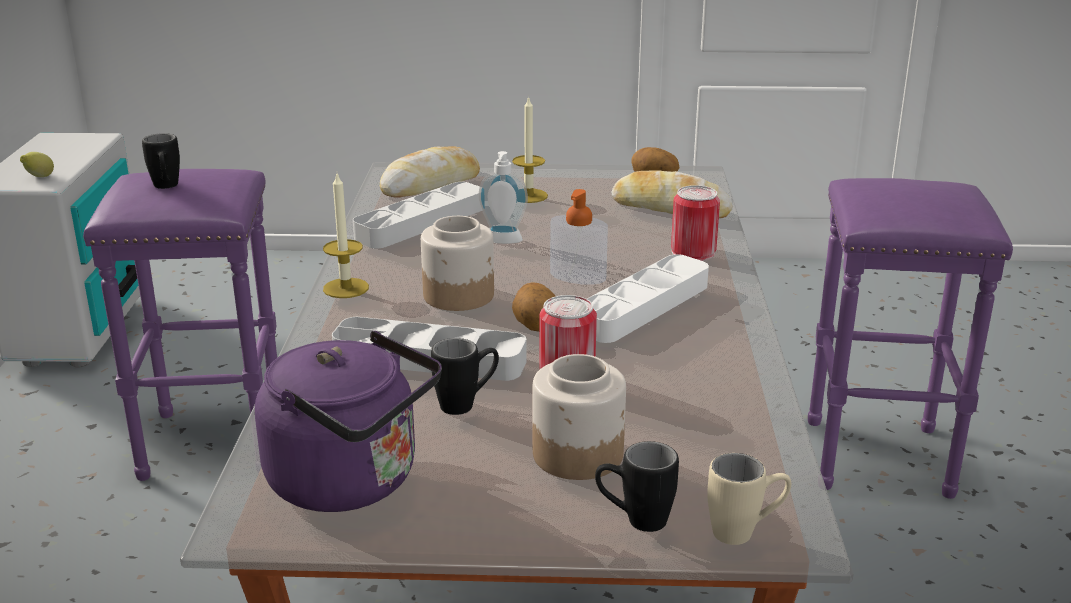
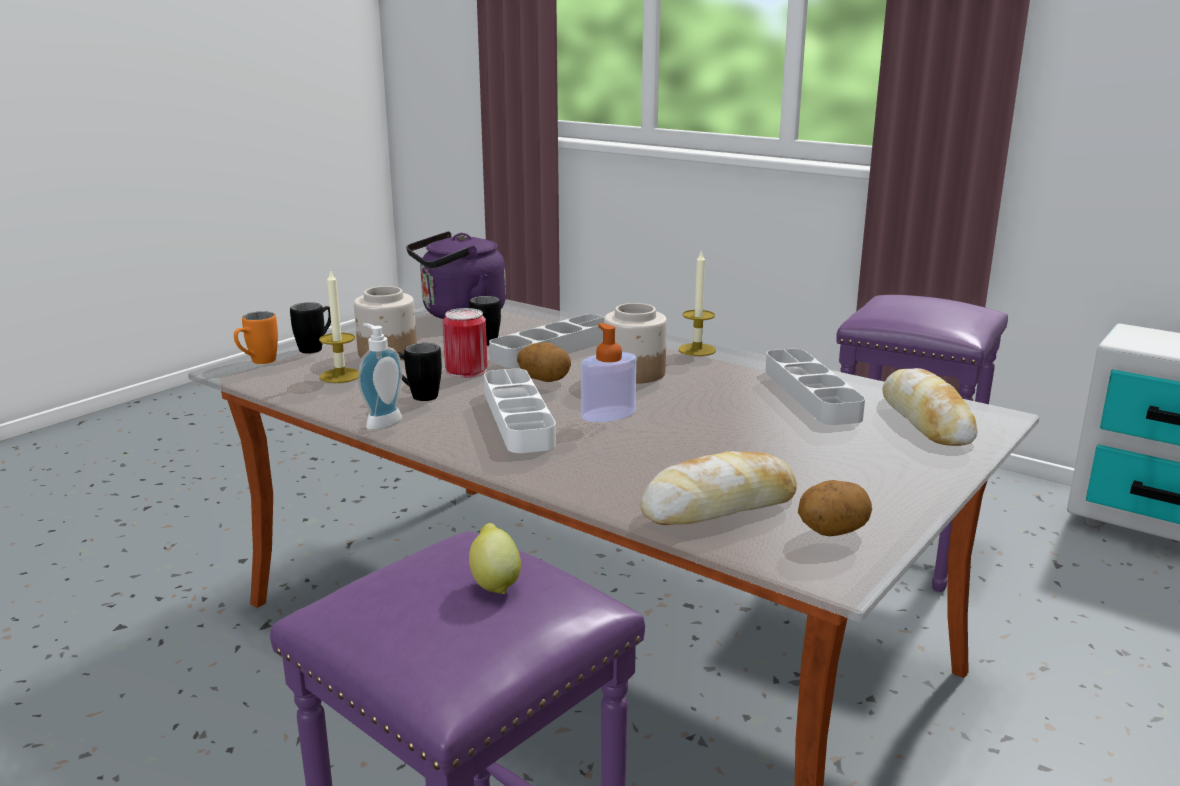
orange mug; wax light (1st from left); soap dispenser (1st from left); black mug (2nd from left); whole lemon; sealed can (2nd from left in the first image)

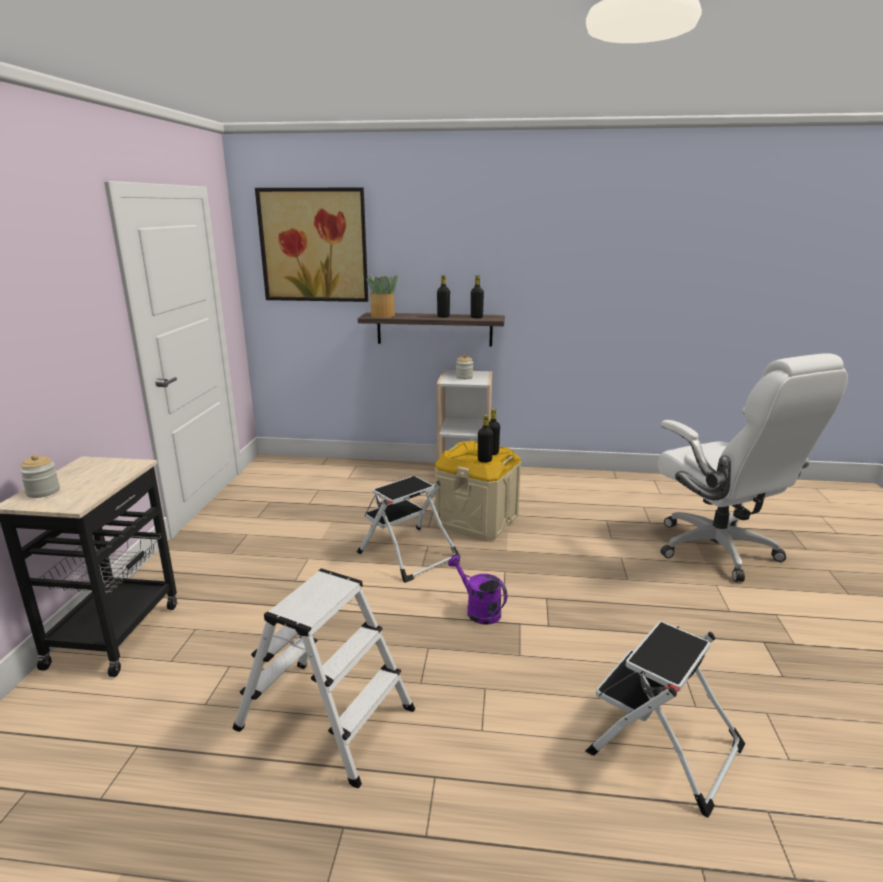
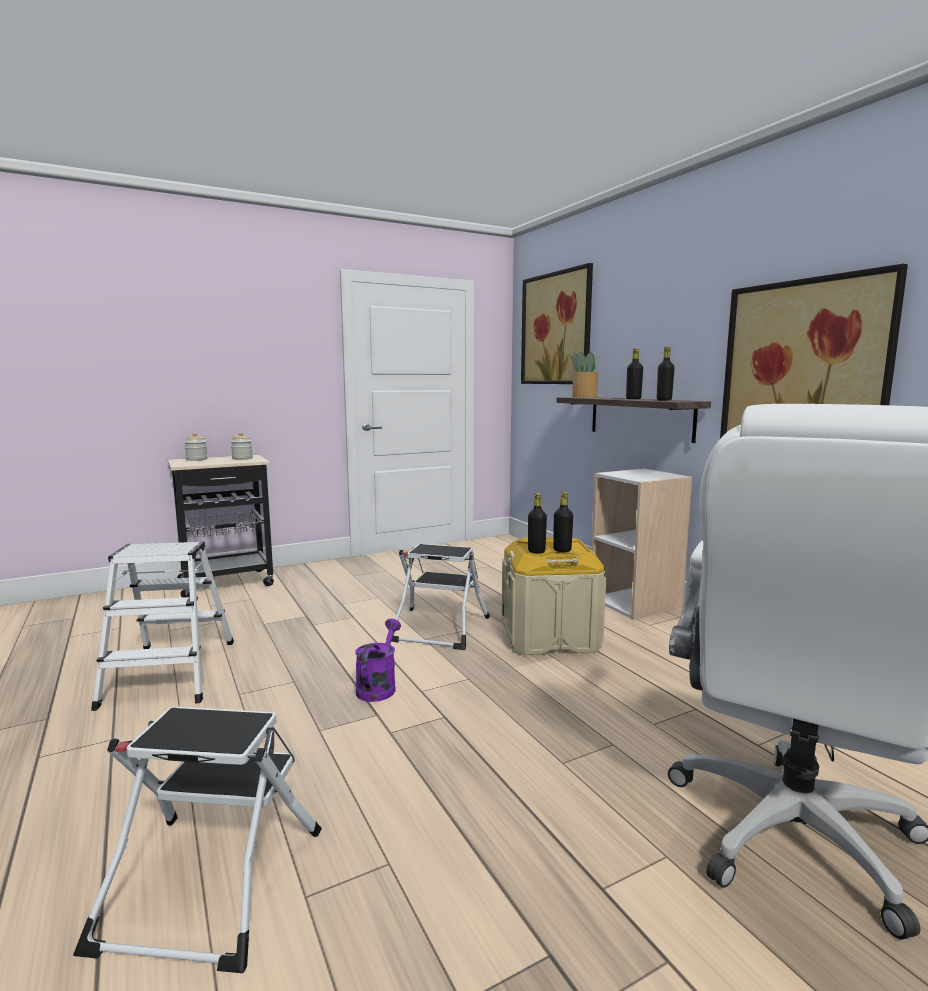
jar (2nd from left); wall picture (2nd from left)

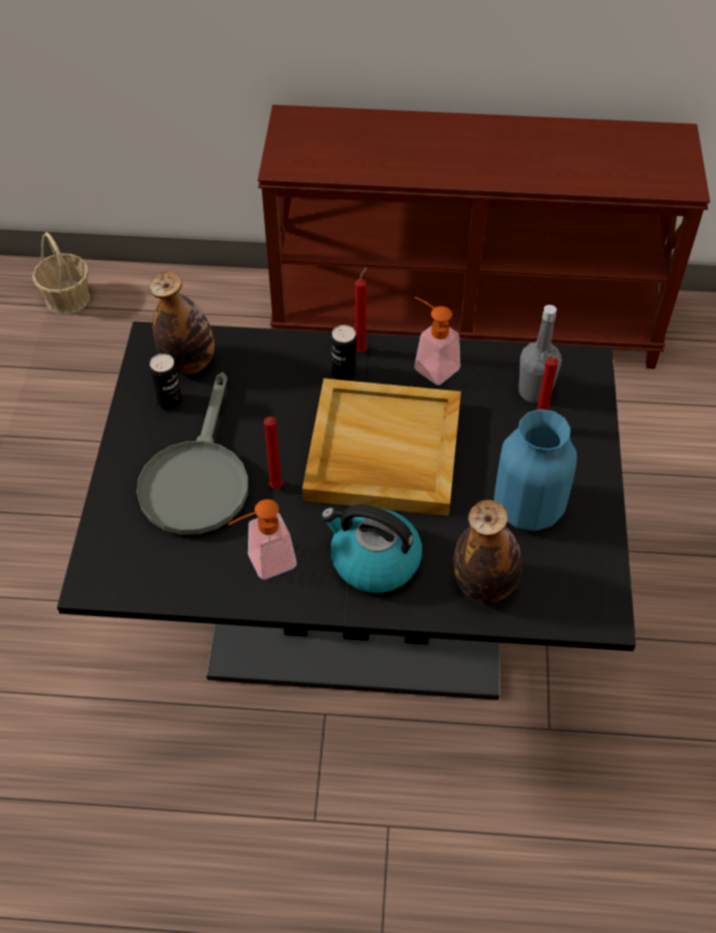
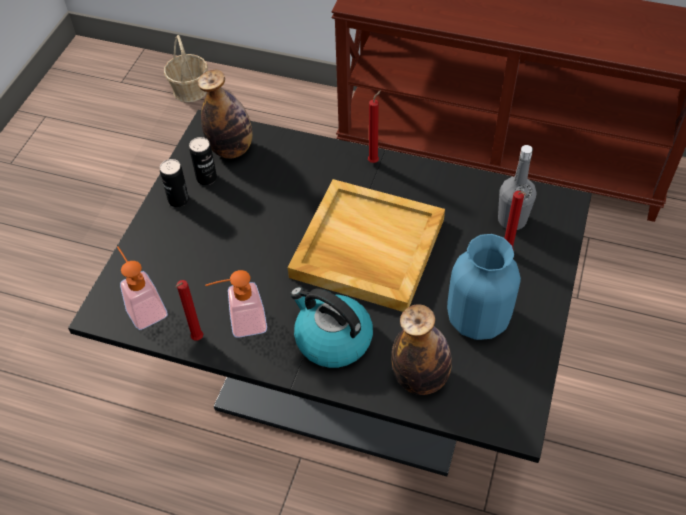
soap dispenser (1st from left); sealed can (1st from left); red wax light (1st from left); greyish pan

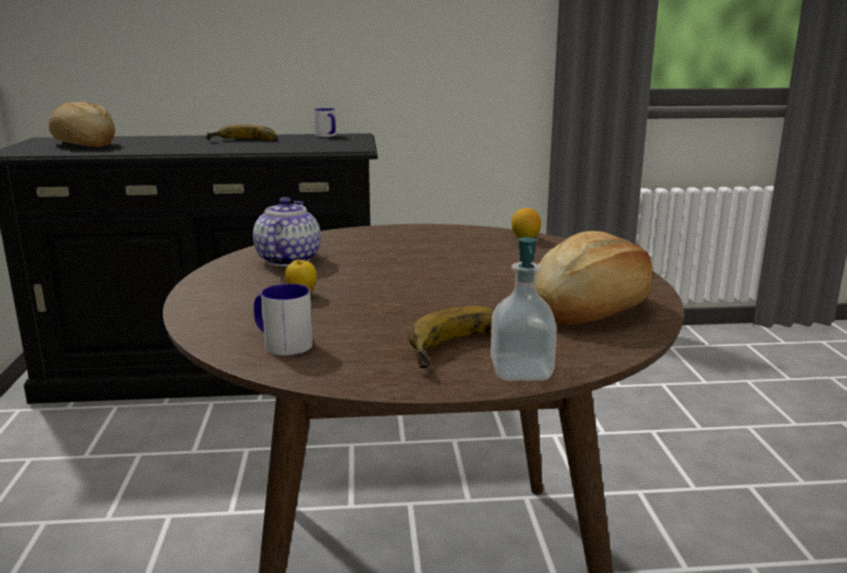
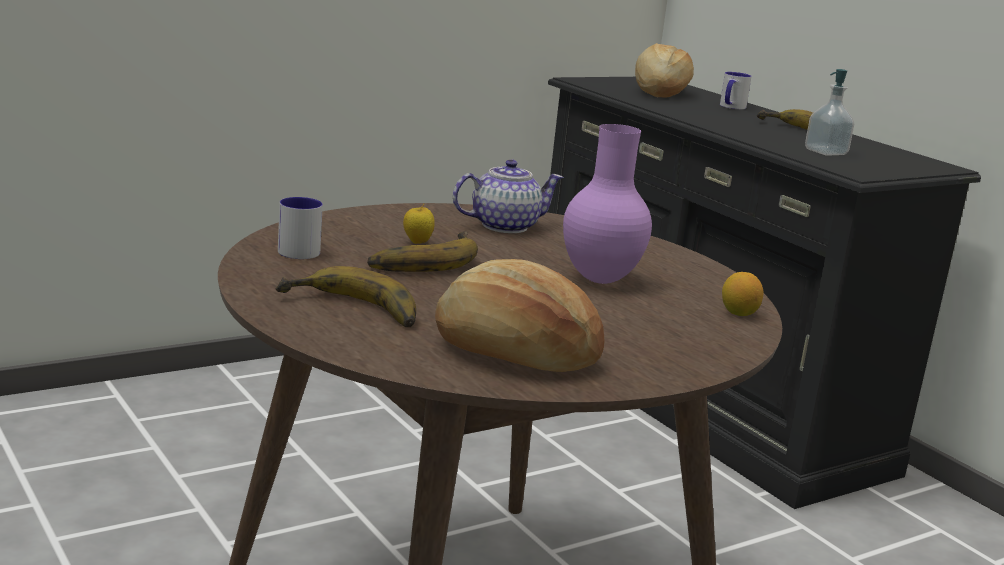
banana (2nd from left); purplish vase; mug (2nd from left); soap dispenser

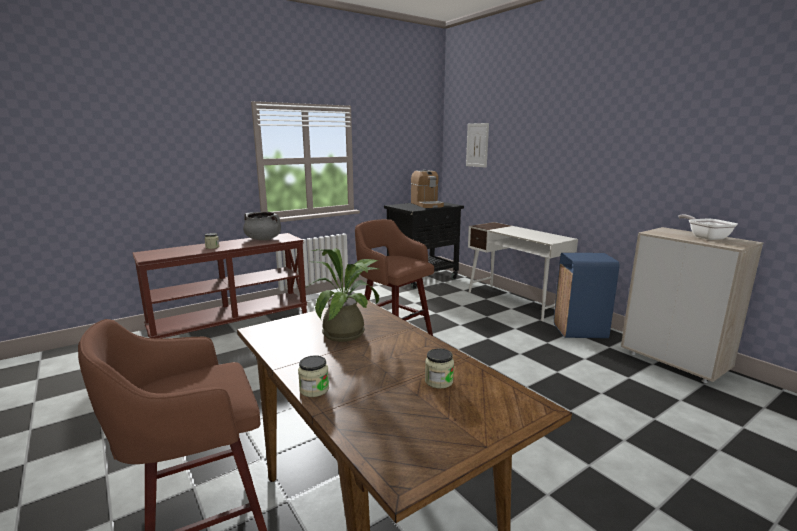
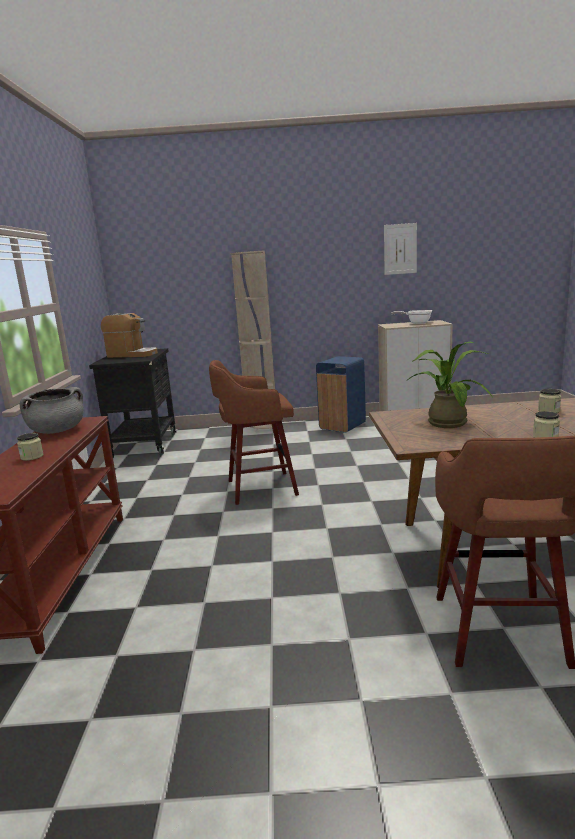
sand-coloured shelving unit; wall picture

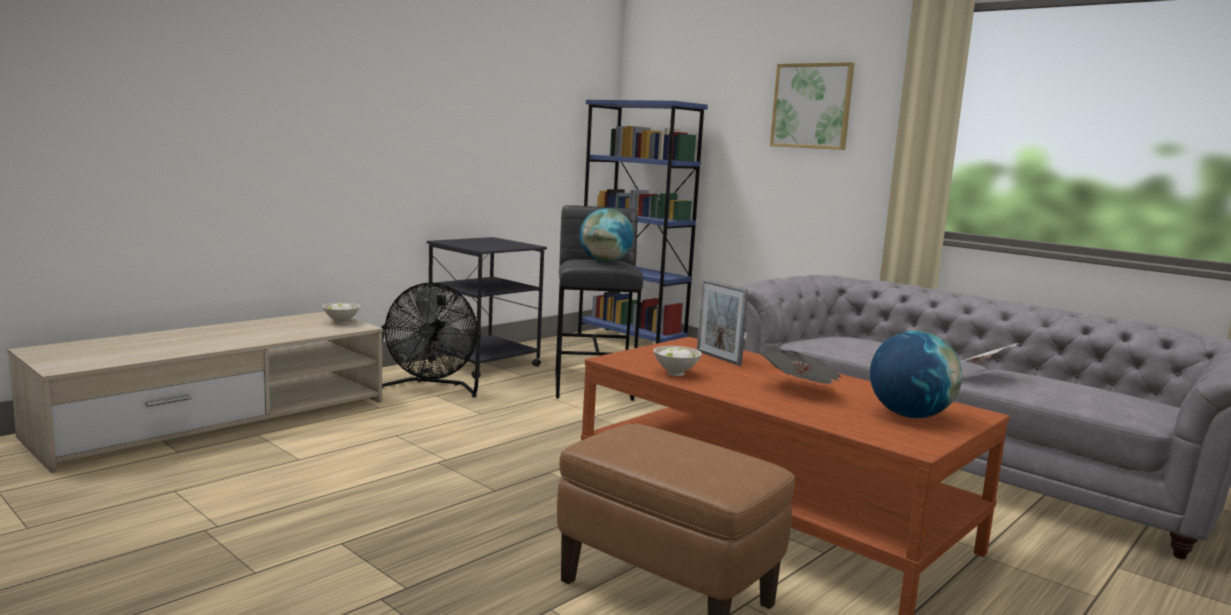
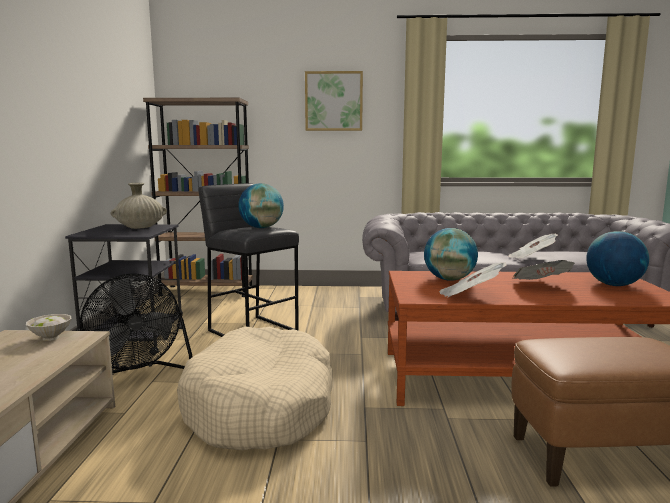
sand-coloured vase; brown-coloured shelving unit; sand-coloured pet bed; globe (2nd from left); daily paper (1st from left)

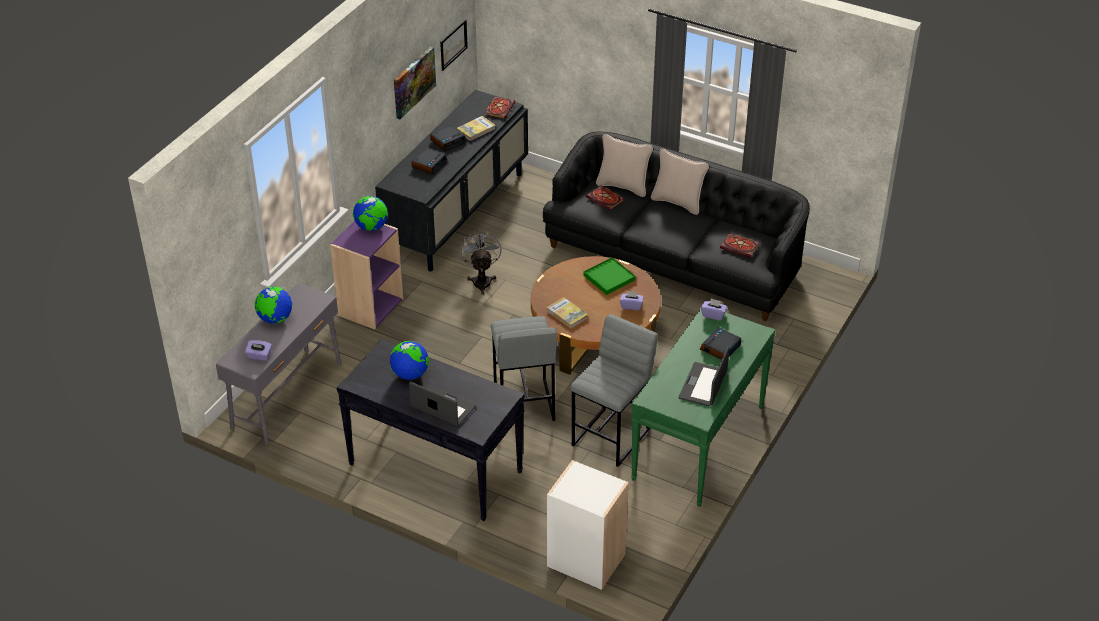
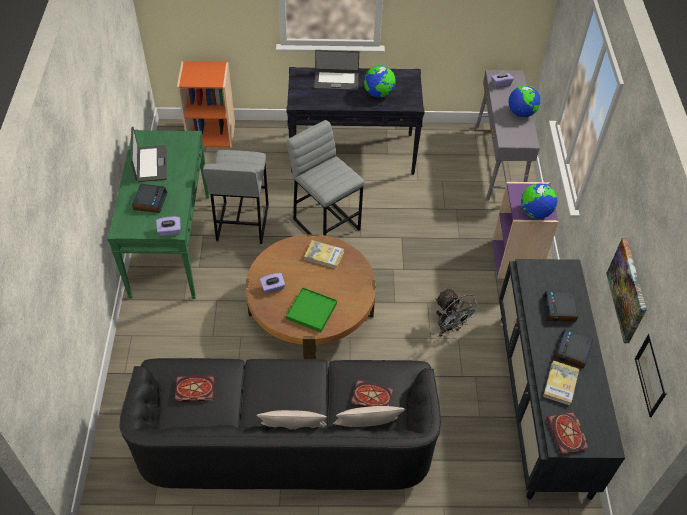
orange shelving unit

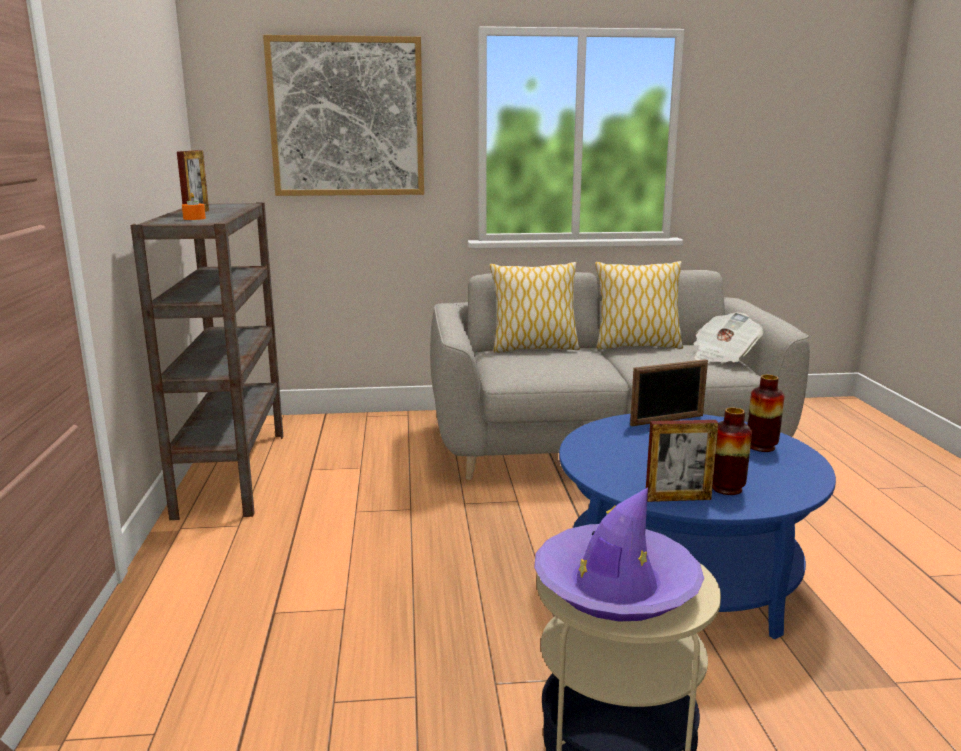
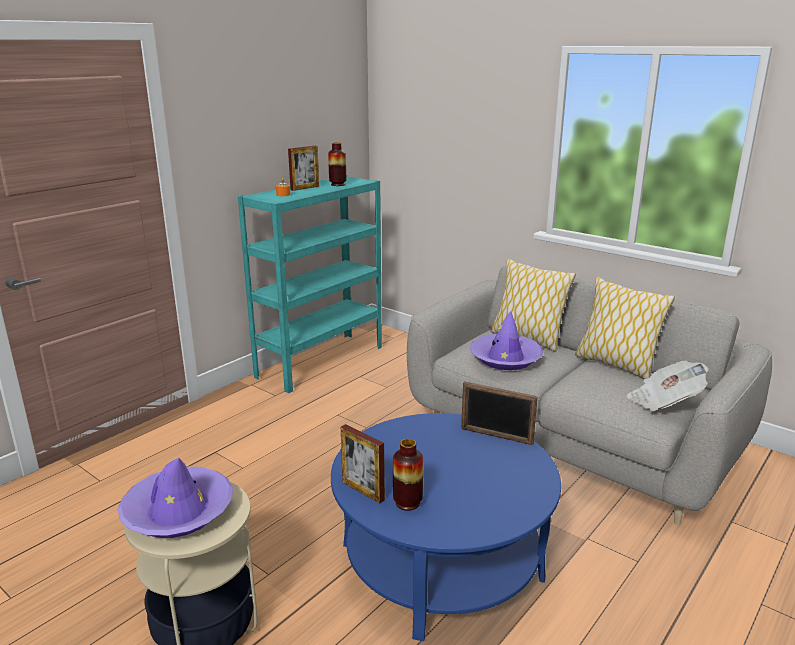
turquoise shelving unit; vase (1st from left); purplish wearable hat (2nd from left); wall picture

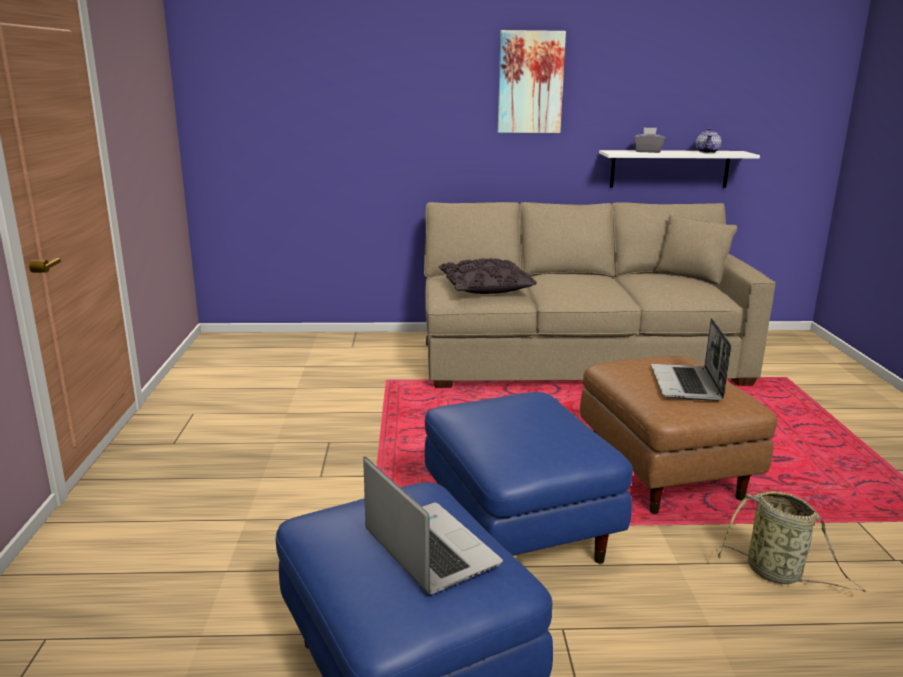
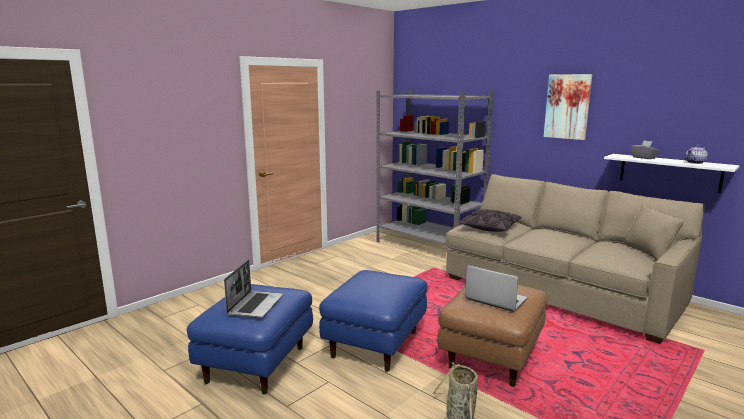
greyish shelving unit; portable computer (2nd from left)

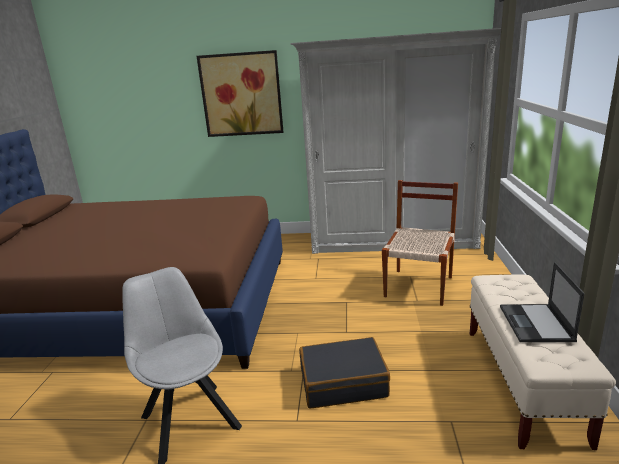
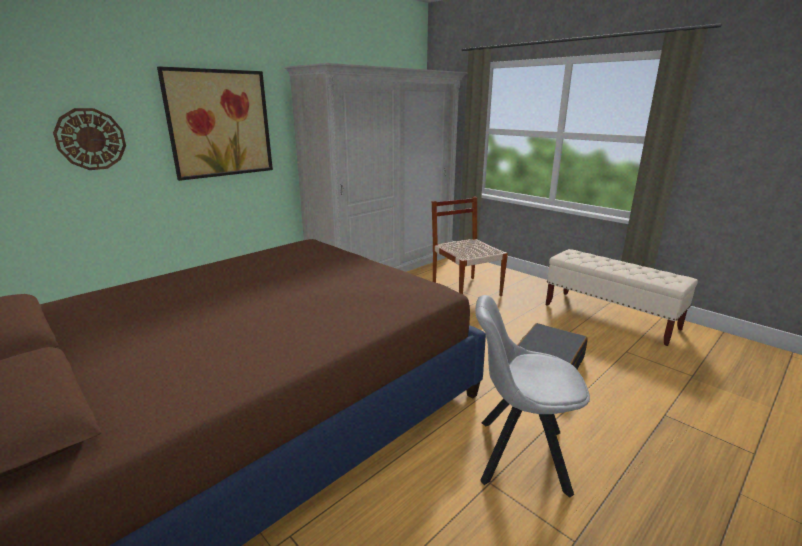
clock on the wall; portable computer

